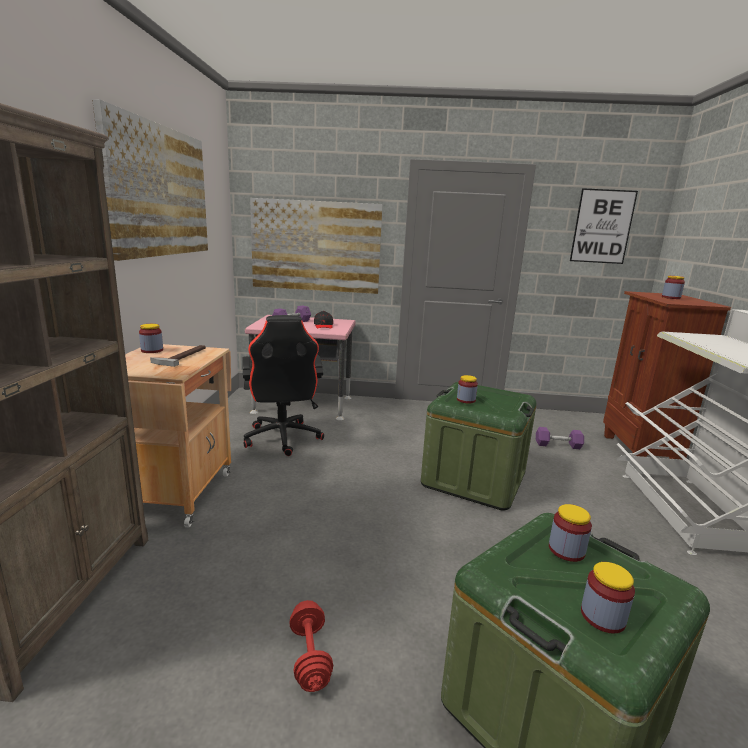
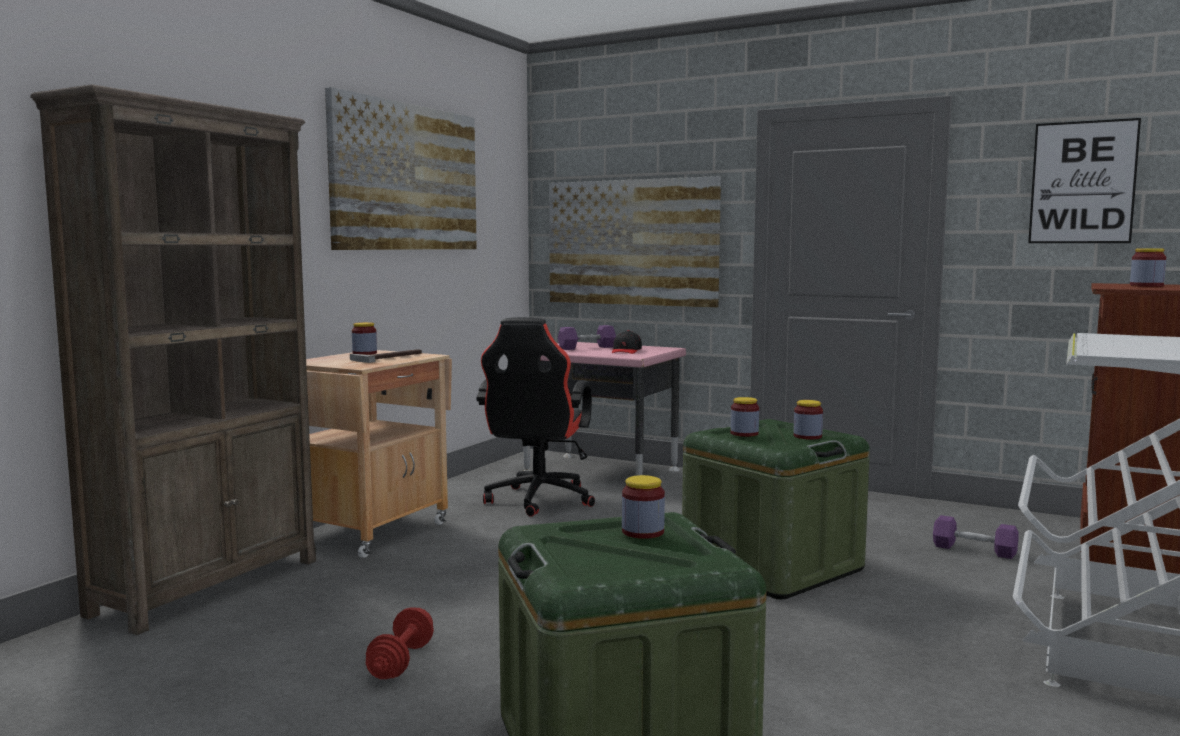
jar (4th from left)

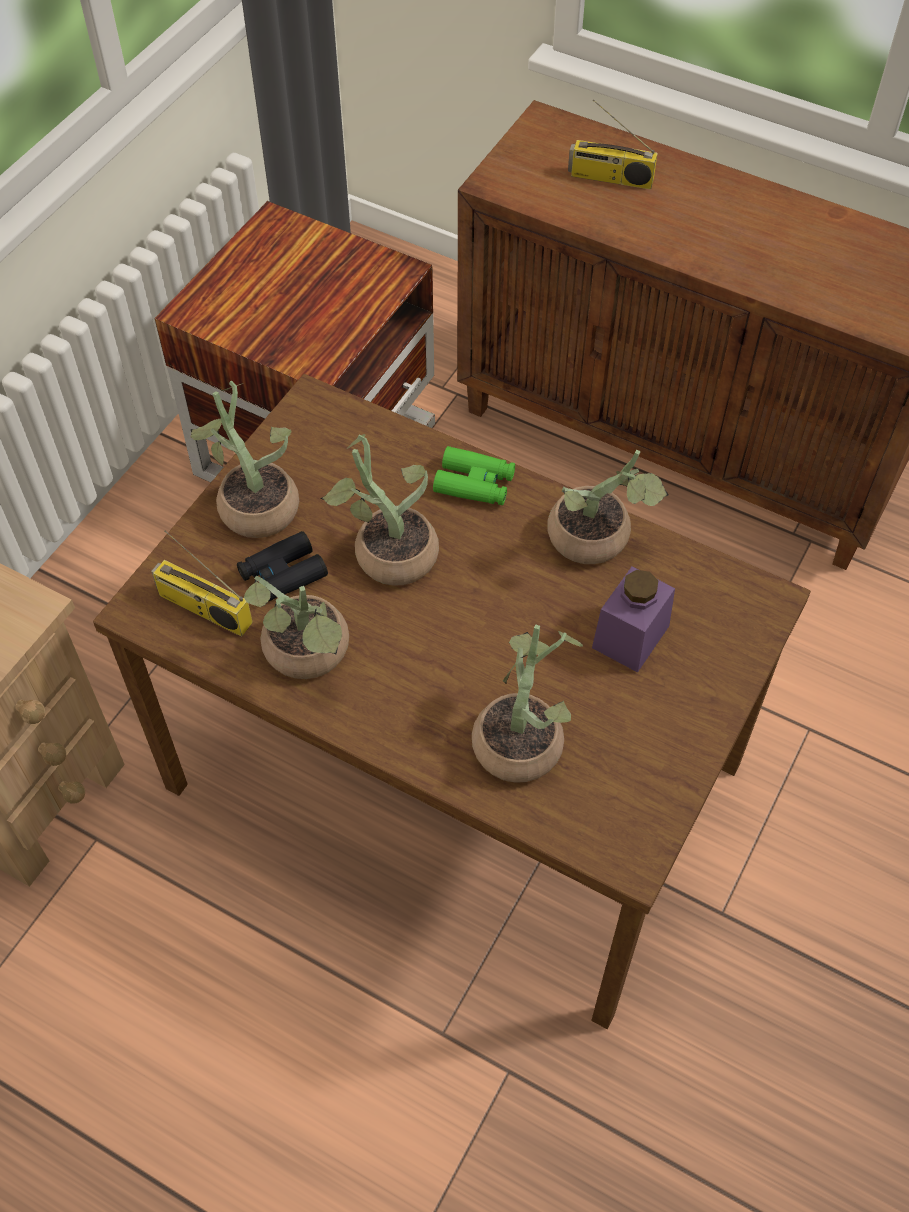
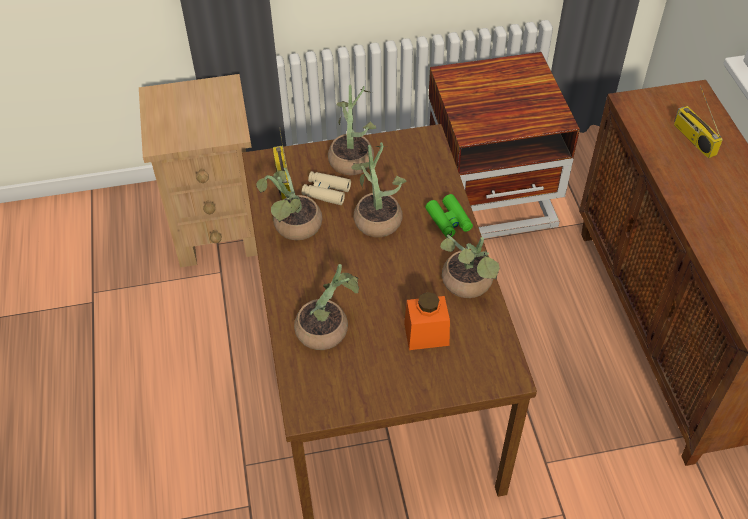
sand-coloured pair of binoculars; orange jar

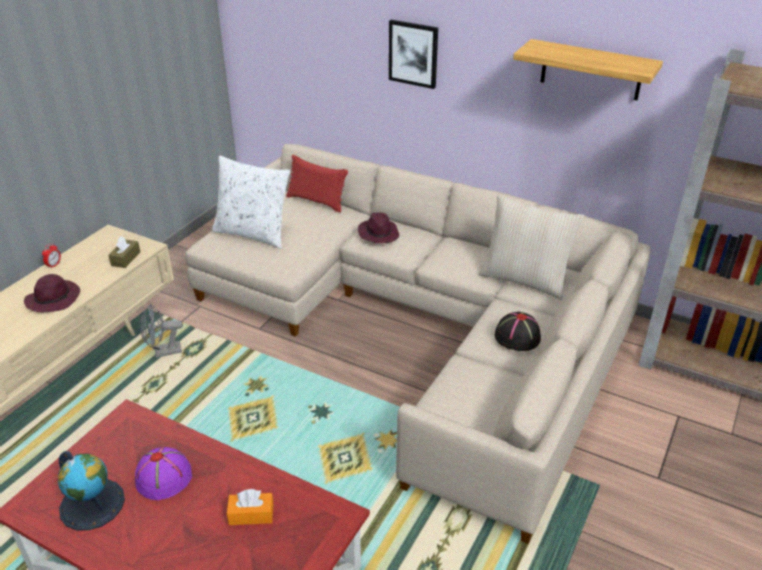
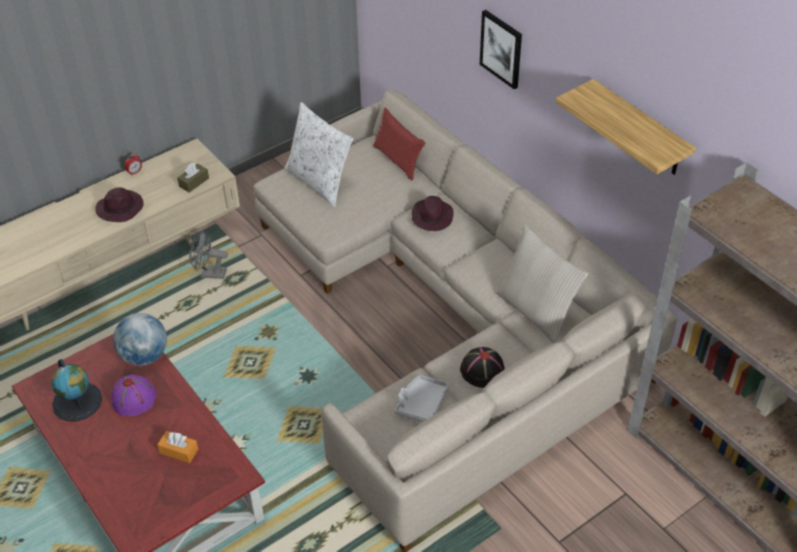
globe (2nd from left); greyish tray

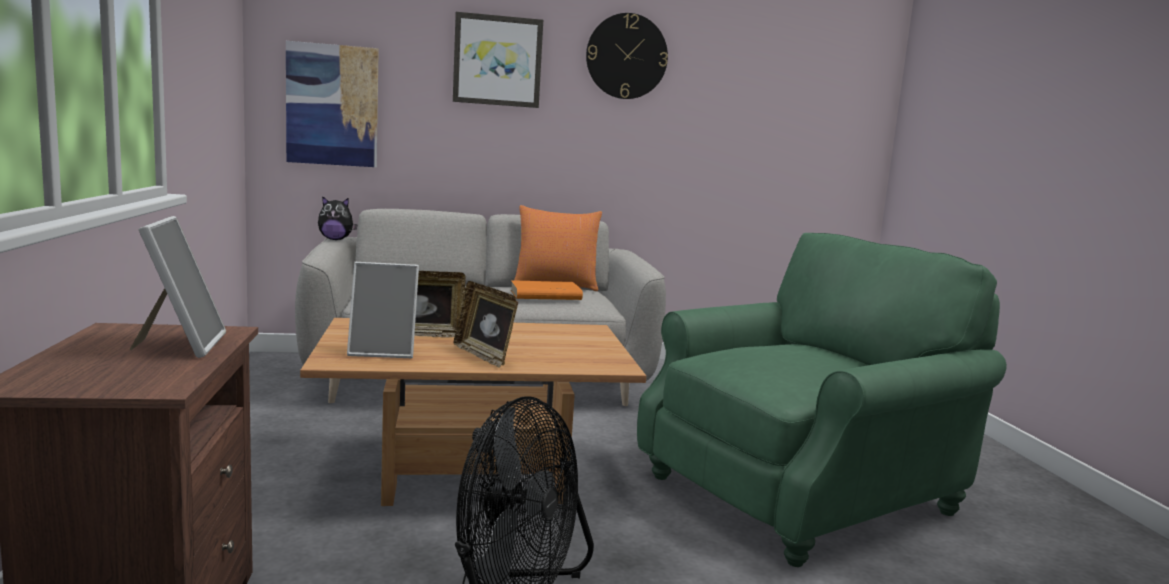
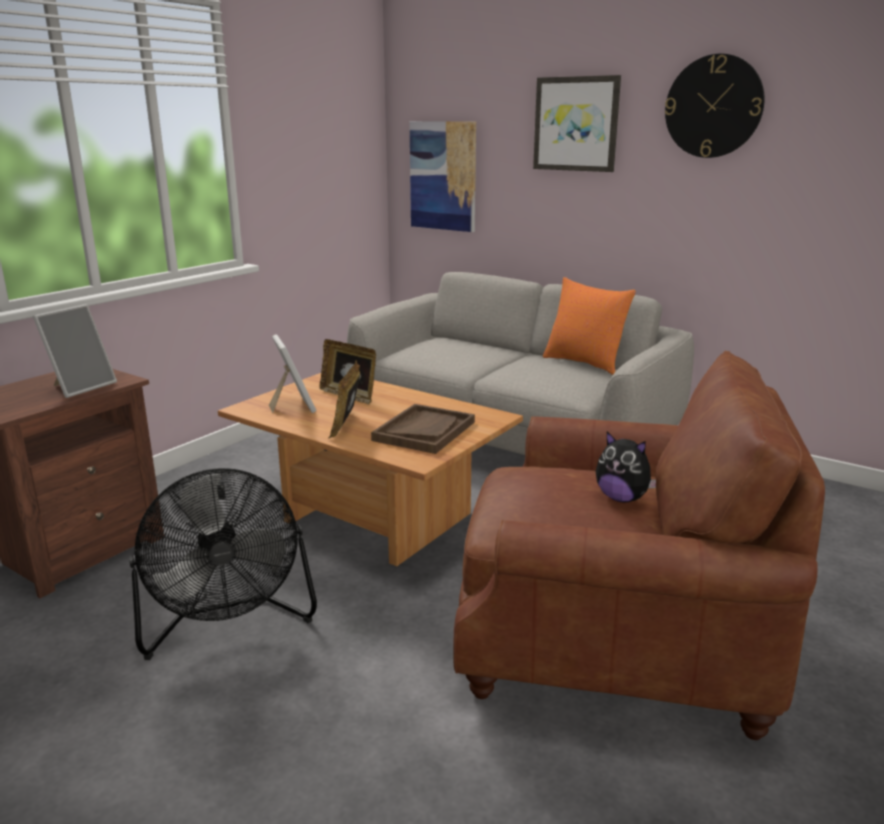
standing frame (2nd from left); brown-coloured tray; brown-coloured lounge chair; plush toy; orange volume

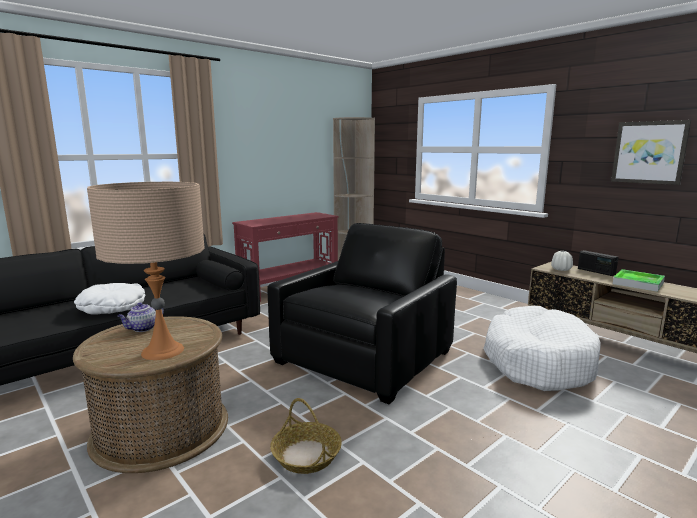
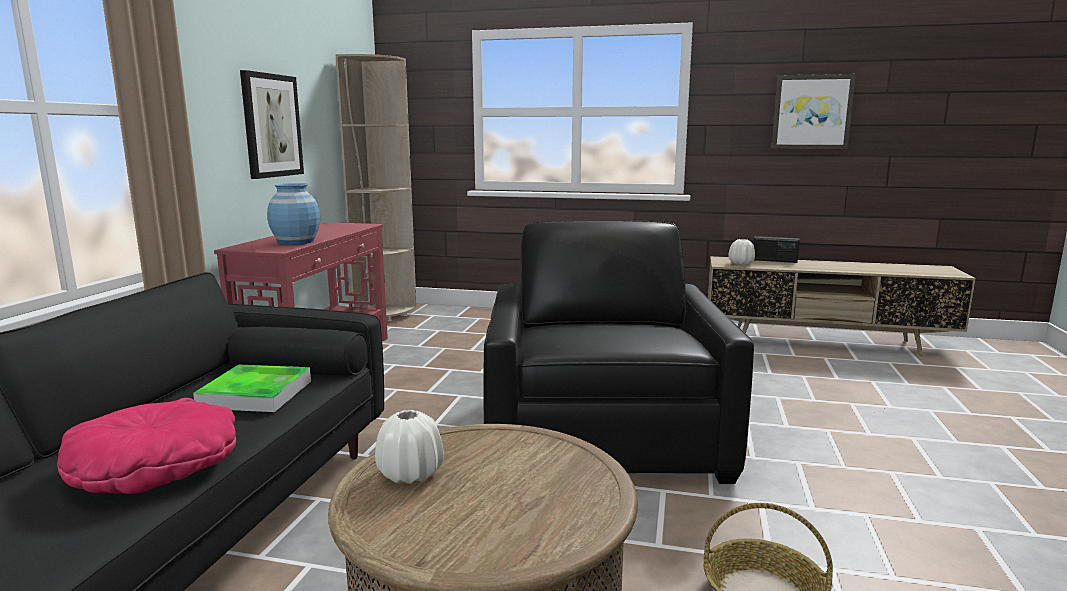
pinkish throw pillow; tray; wall picture (1st from left); blue vase; whitish vase (1st from left); sand-coloured table lamp; whitish pet bed

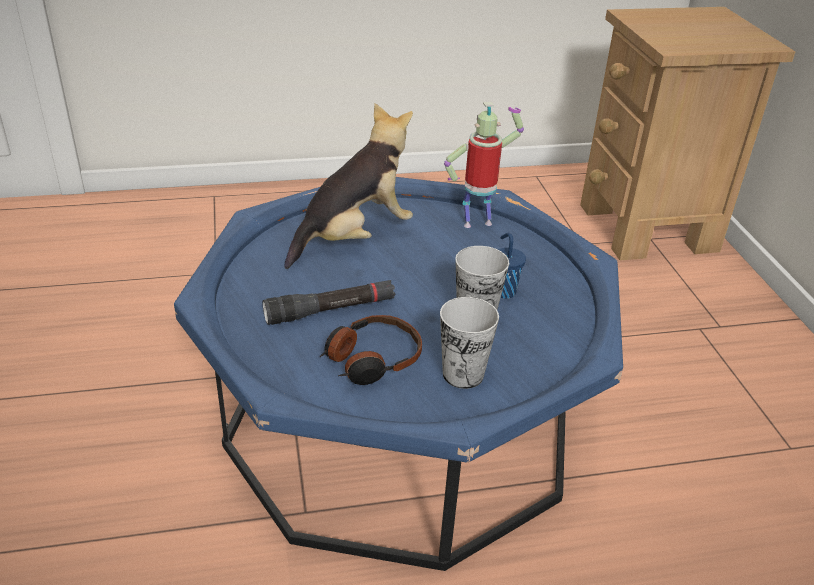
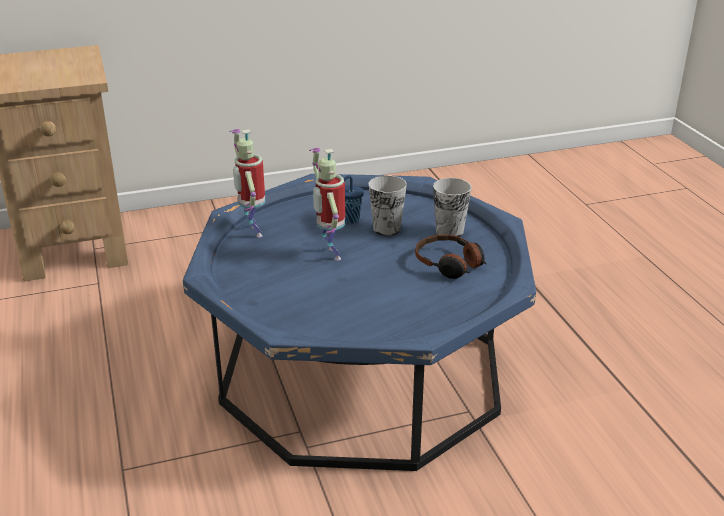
toy robot (2nd from left); black flashlight; plush toy

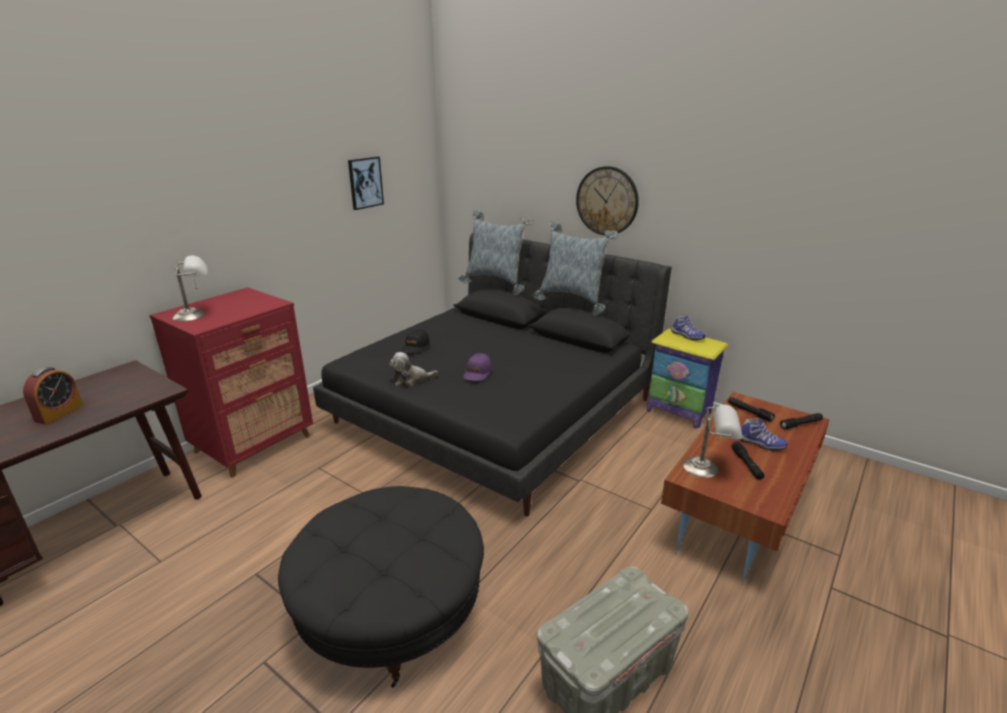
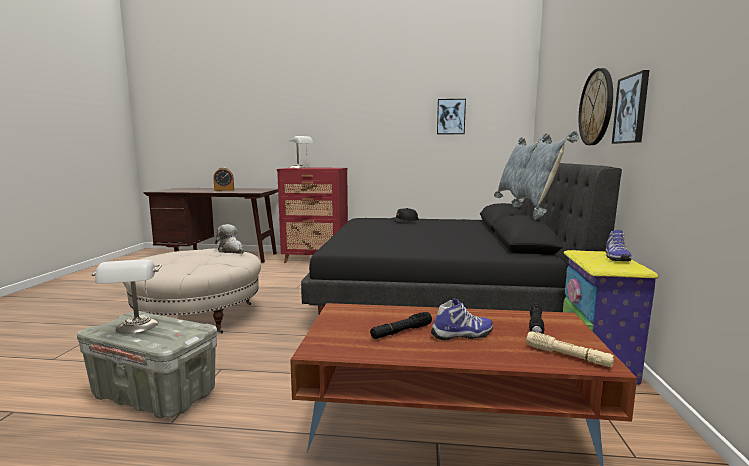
whitish table lamp (1st from left); sand-coloured footrest; plush toy; item of footwear (1st from left); sand-coloured flashlight; wall picture (2nd from left); purplish peaked cap

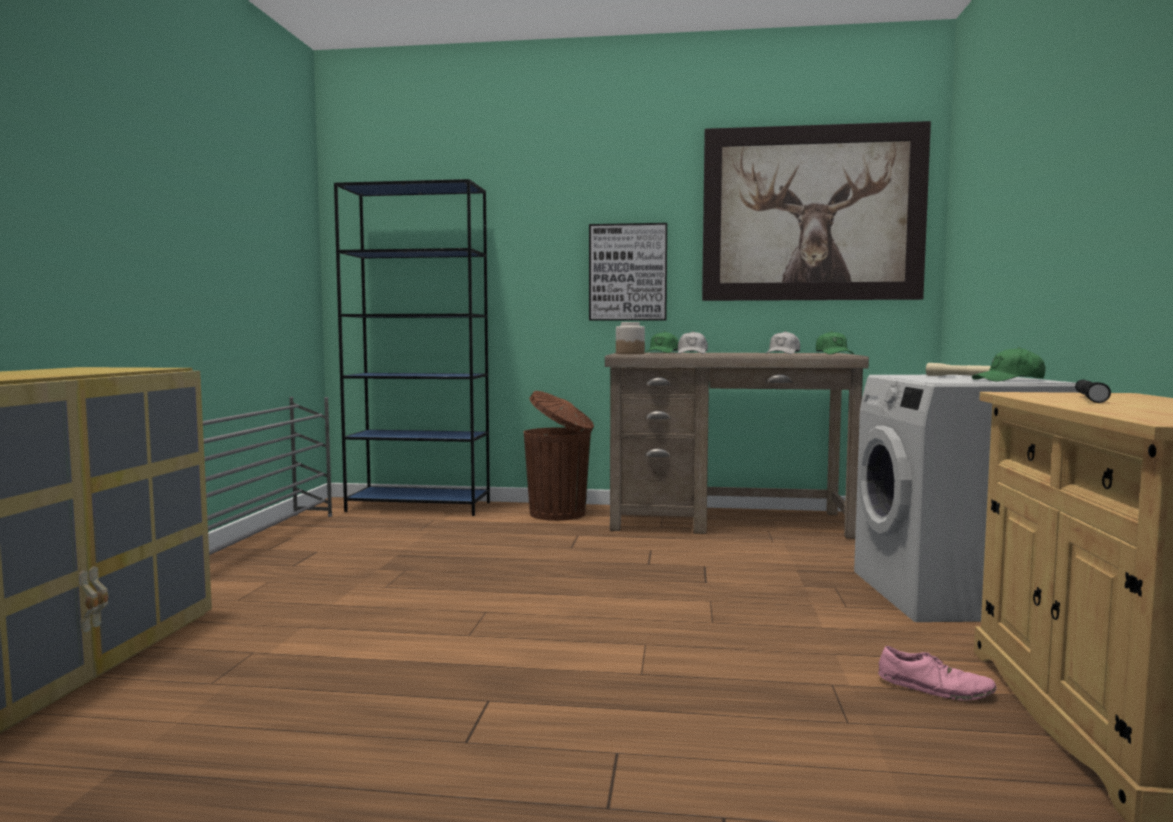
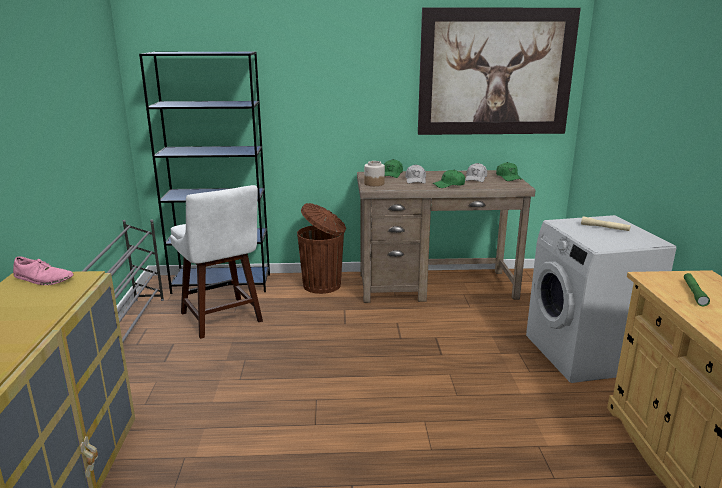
pinkish item of footwear; whitish stool seat; green peaked cap (2nd from left); green flashlight; wall picture (1st from left in the first image)

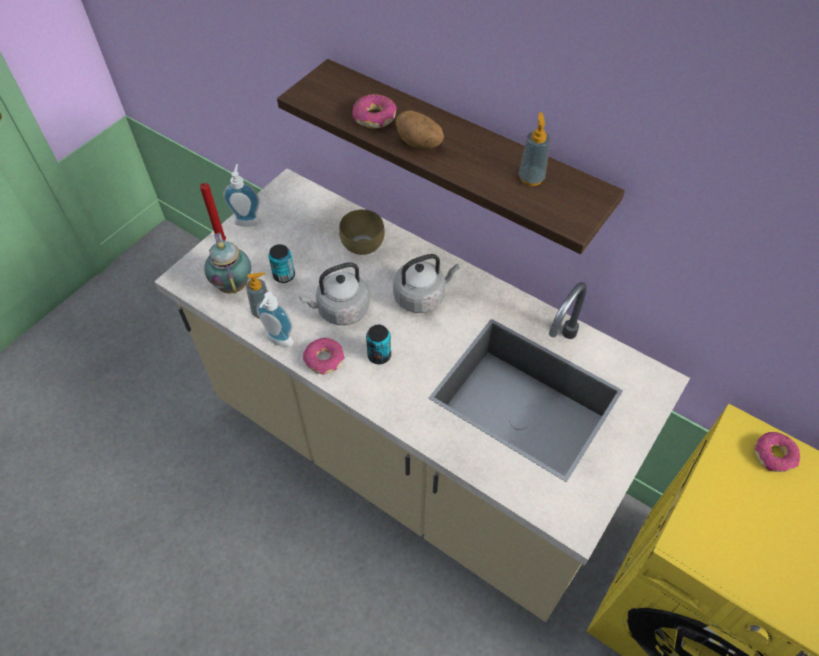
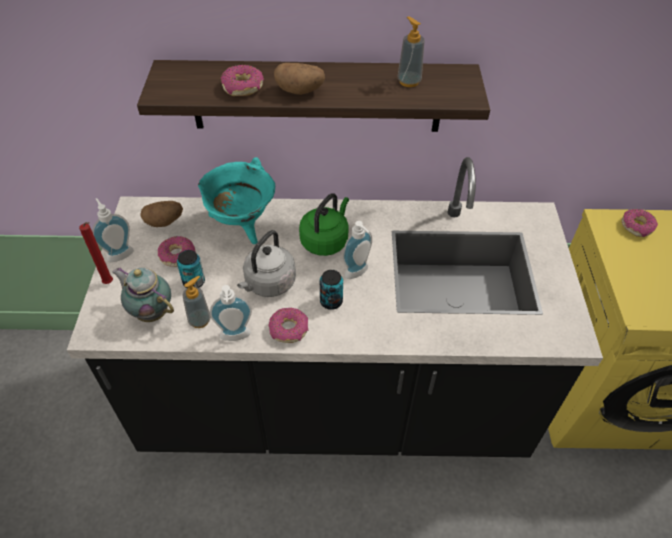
black counter; potato (1st from left); ring doughnut (1st from left); turquoise saucepot; green water kettle; soap dispenser (4th from left)

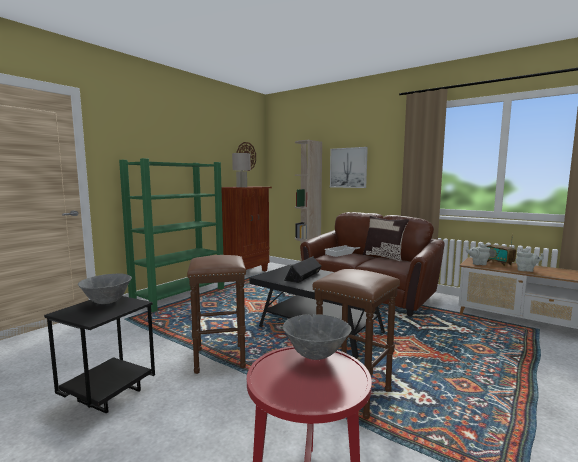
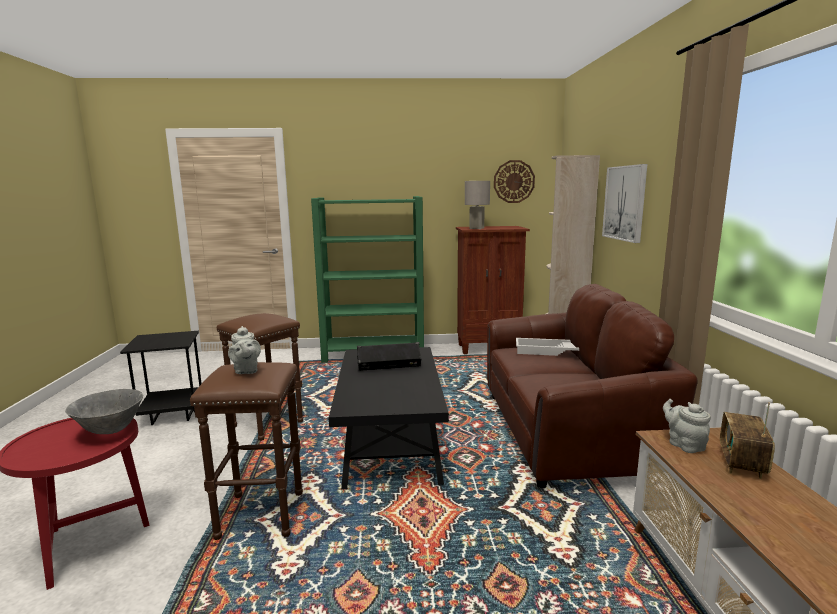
greyish pot for tea (1st from left); greyish serving bowl (1st from left in the first image); throw pillow

